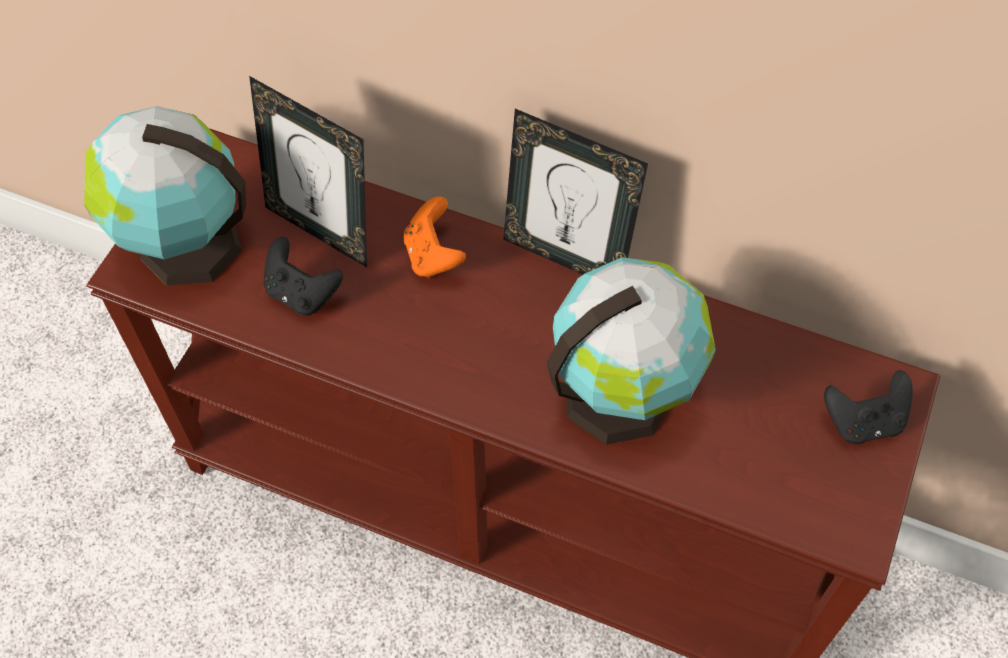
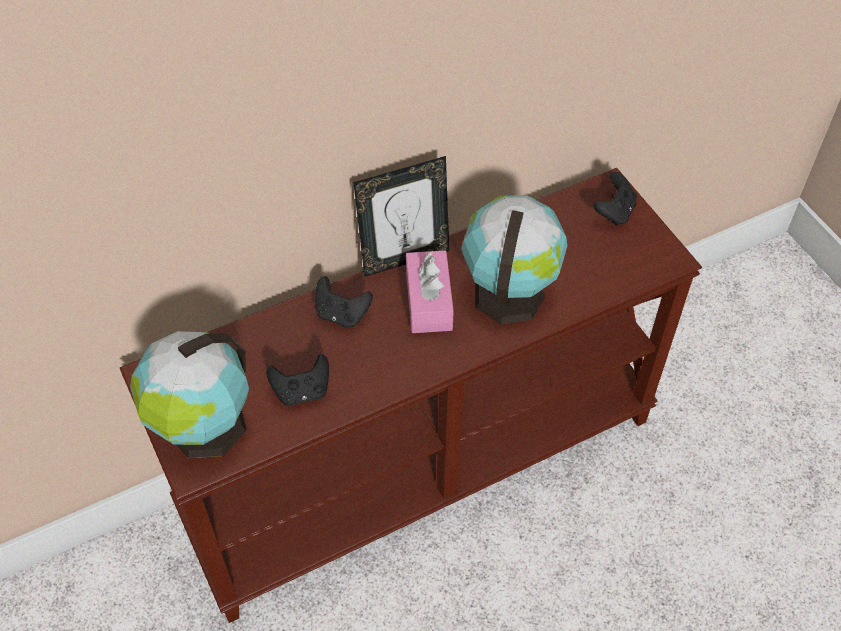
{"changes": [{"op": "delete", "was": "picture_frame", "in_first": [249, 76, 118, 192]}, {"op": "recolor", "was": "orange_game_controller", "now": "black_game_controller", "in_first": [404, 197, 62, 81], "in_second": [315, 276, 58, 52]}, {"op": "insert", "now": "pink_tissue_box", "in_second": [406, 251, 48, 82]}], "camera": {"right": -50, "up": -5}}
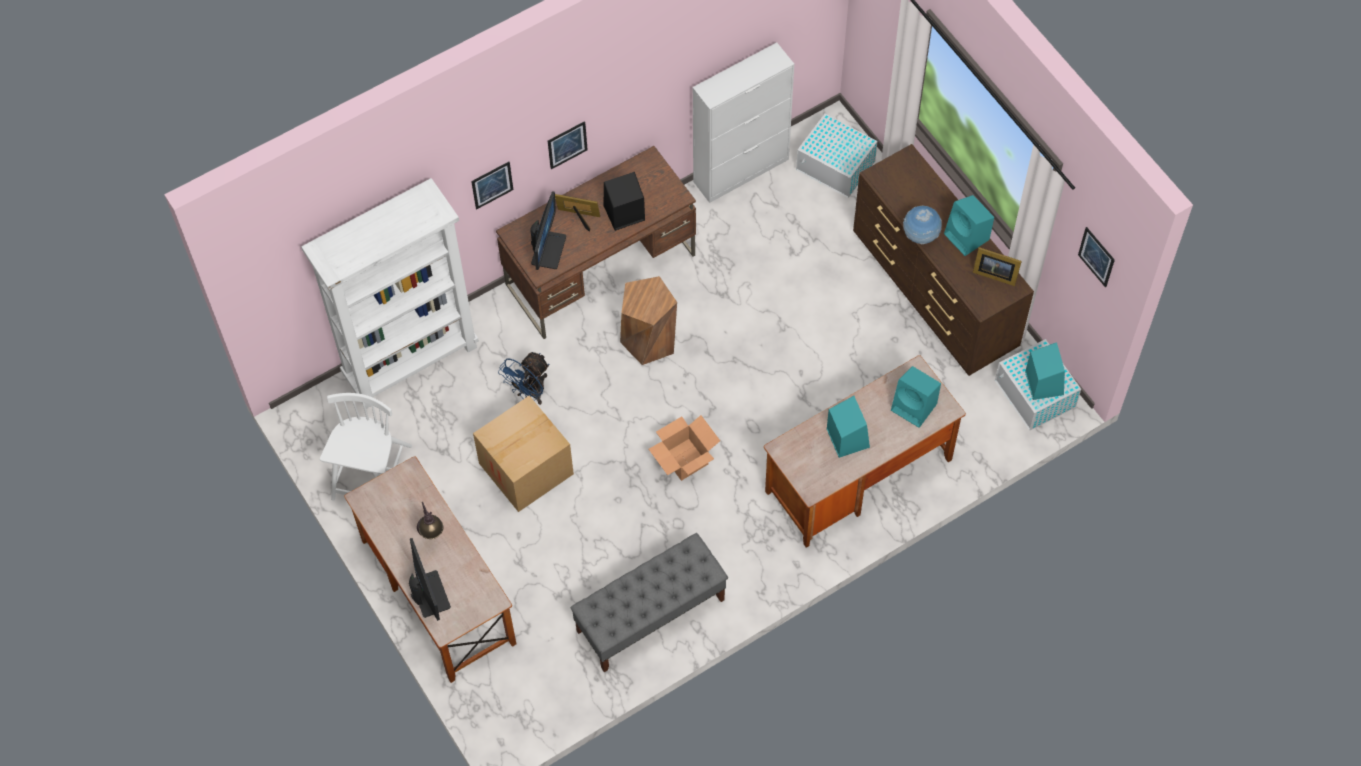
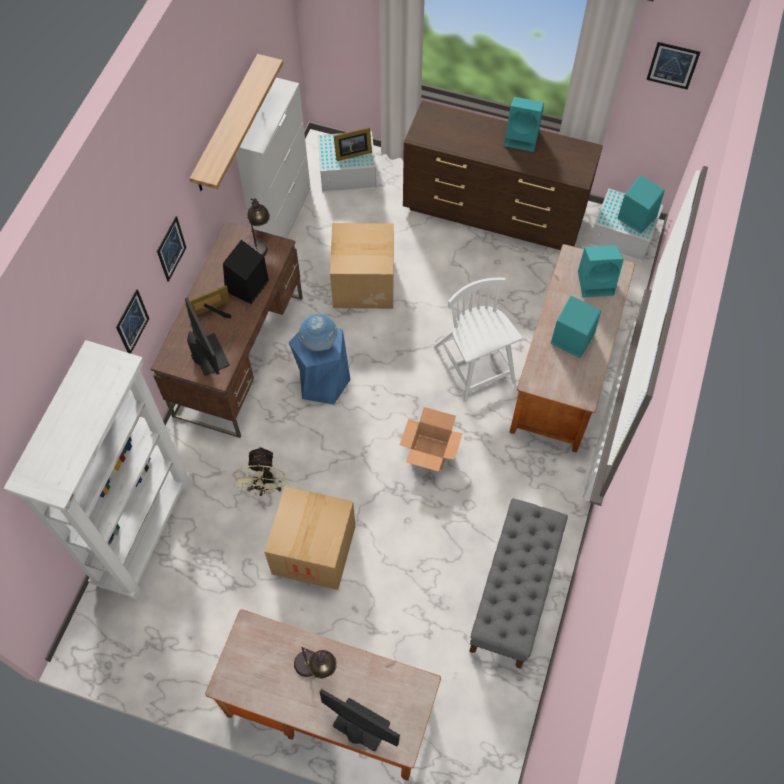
{"changes": [{"op": "move", "was": "globe", "in_first": [903, 206, 39, 38], "in_second": [299, 313, 38, 38]}, {"op": "move", "was": "picture_frame", "in_first": [973, 247, 49, 39], "in_second": [334, 127, 38, 34]}, {"op": "recolor", "was": "brown_stool", "now": "blue_stool", "in_first": [620, 276, 57, 89], "in_second": [289, 327, 62, 78]}, {"op": "recolor", "was": "blue_fan", "now": "beige_fan", "in_first": [498, 352, 51, 53], "in_second": [234, 446, 51, 50]}, {"op": "move", "was": "white_chair", "in_first": [320, 393, 92, 108], "in_second": [434, 278, 88, 124]}, {"op": "insert", "now": "shelf", "in_second": [190, 54, 93, 137]}, {"op": "insert", "now": "table_lamp", "in_second": [247, 198, 23, 58]}, {"op": "insert", "now": "cardboard_box", "in_second": [330, 223, 64, 86]}], "camera": {"right": -40, "up": 0}}
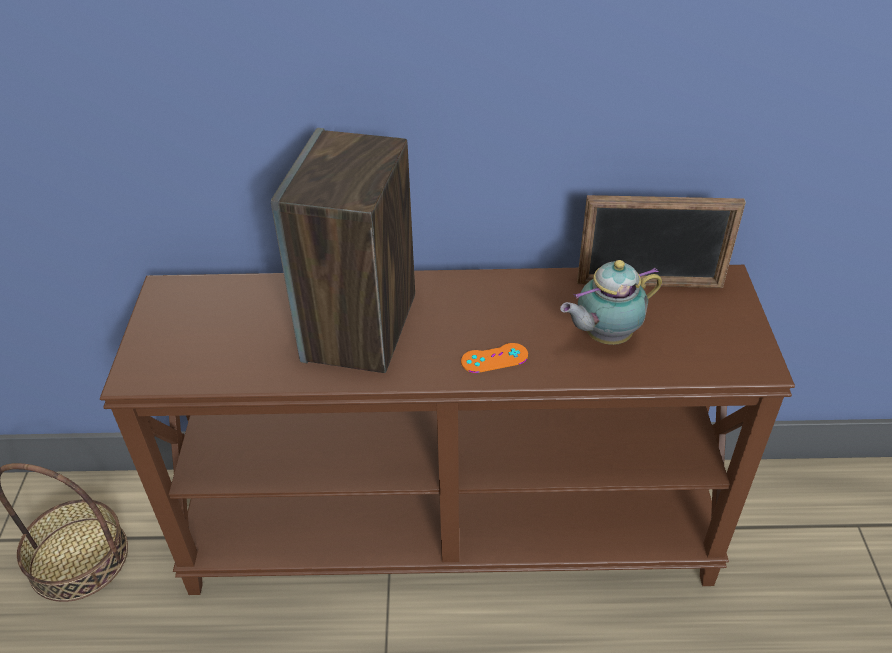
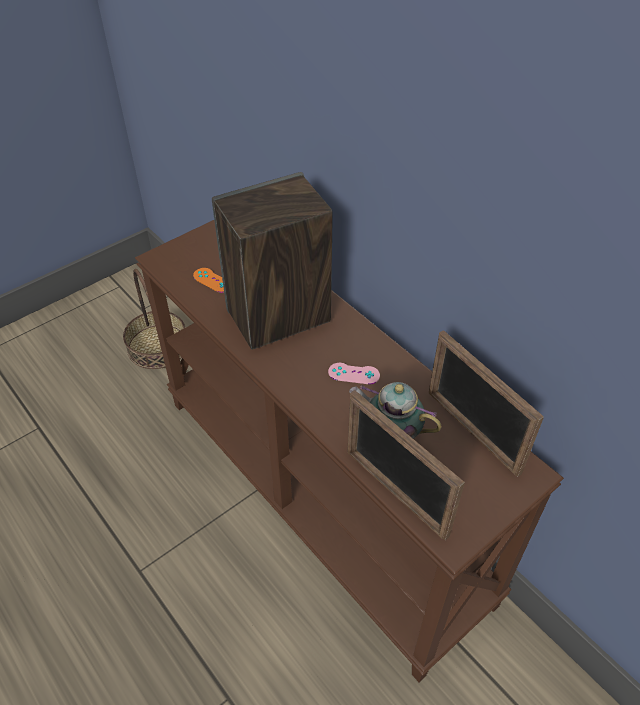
{"changes": [{"op": "move", "was": "orange_game_controller", "in_first": [461, 343, 67, 30], "in_second": [193, 268, 31, 25]}, {"op": "insert", "now": "pink_game_controller", "in_second": [328, 363, 52, 21]}, {"op": "insert", "now": "picture_frame", "in_second": [347, 390, 118, 150]}], "camera": {"right": 50, "up": 5}}
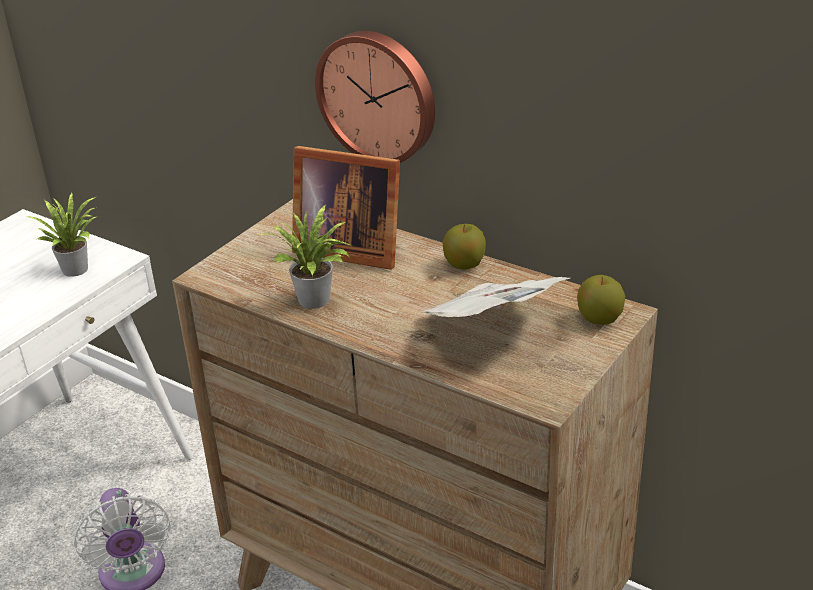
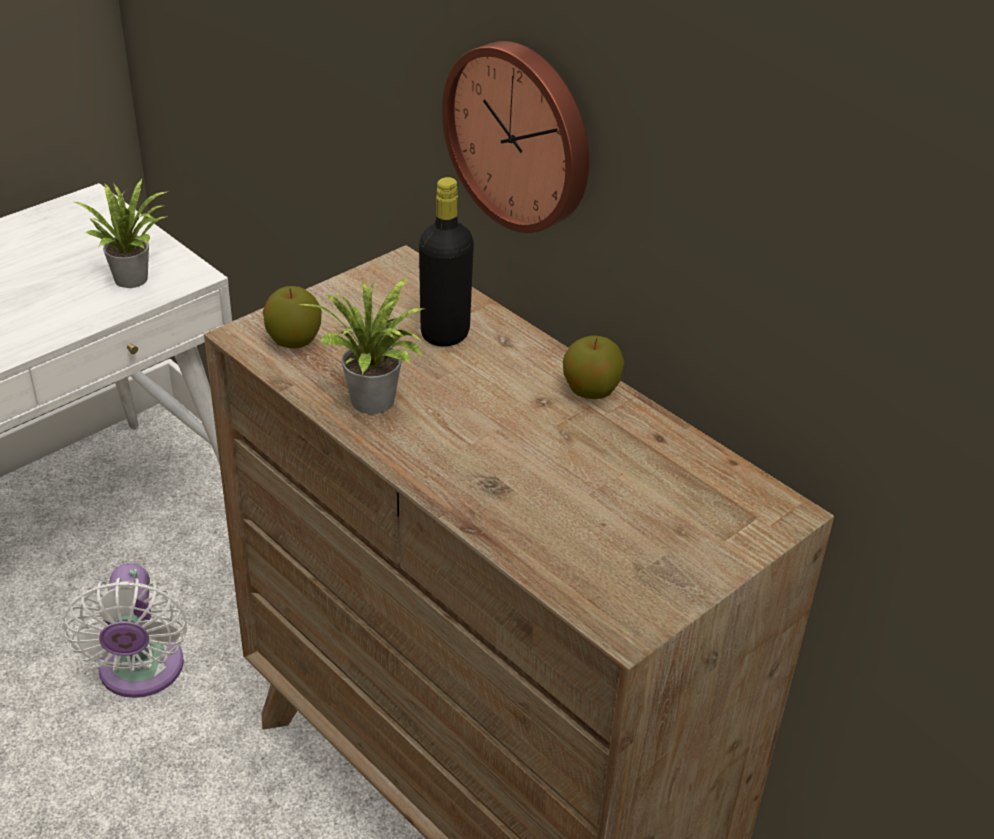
{"changes": [{"op": "replace", "was": "picture_frame", "now": "black_bottle", "in_first": [292, 146, 108, 124], "in_second": [419, 177, 55, 170]}, {"op": "move", "was": "apple", "in_first": [577, 275, 48, 50], "in_second": [263, 286, 59, 63]}, {"op": "delete", "was": "newspaper", "in_first": [420, 277, 150, 40]}], "camera": {"right": 10, "up": 5}}
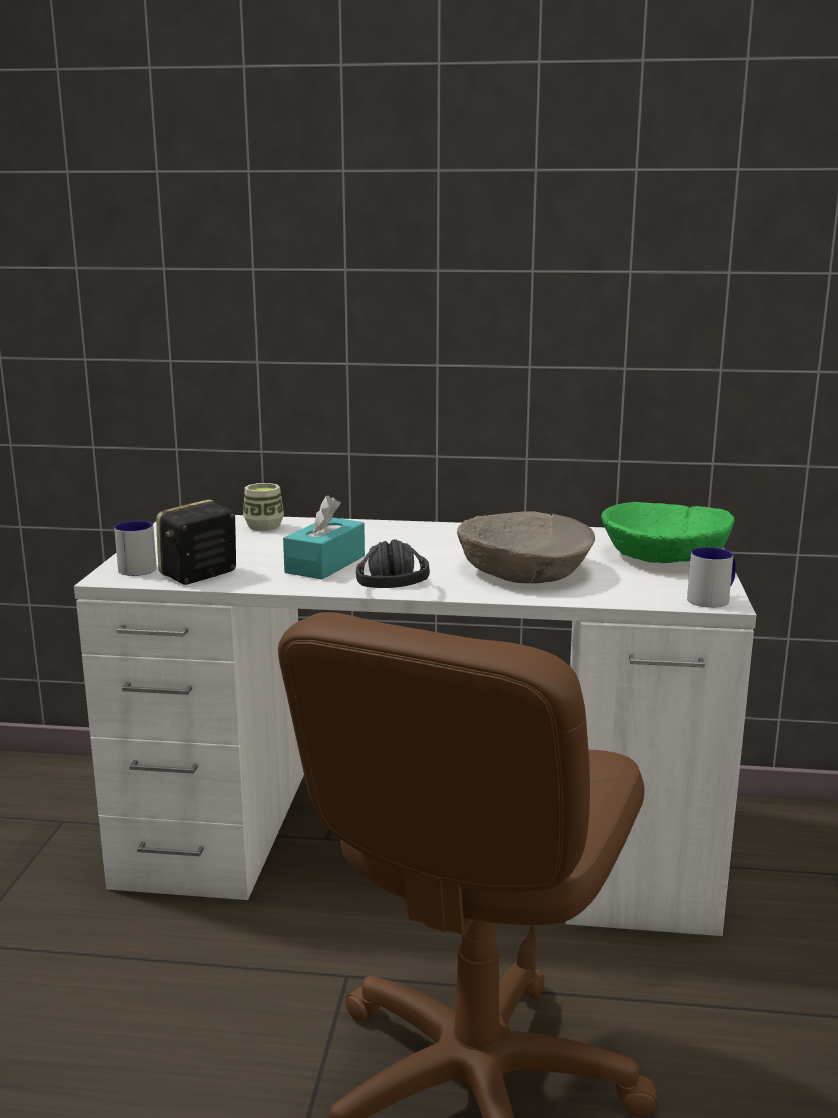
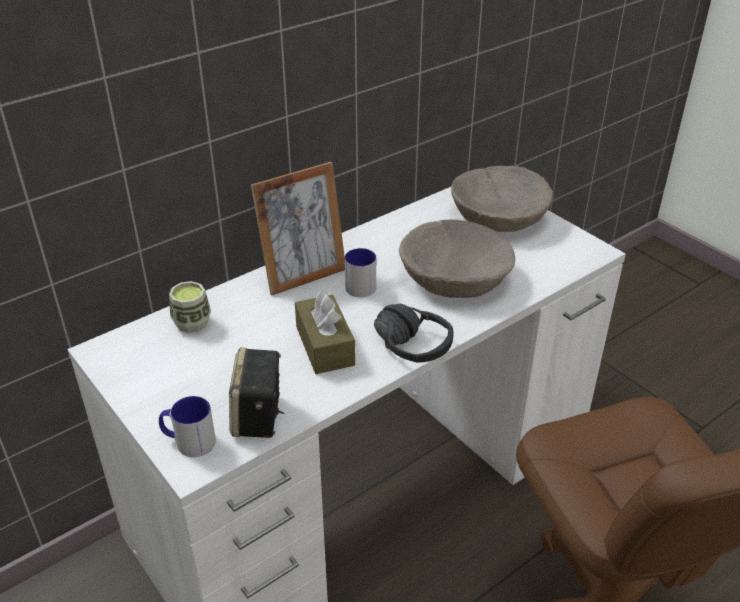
{"changes": [{"op": "recolor", "was": "turquoise_tissue_box", "now": "brown_tissue_box", "in_first": [283, 495, 82, 84], "in_second": [295, 290, 60, 84]}, {"op": "recolor", "was": "green_bowl", "now": "beige_bowl", "in_first": [601, 502, 133, 61], "in_second": [451, 166, 102, 66]}, {"op": "move", "was": "mug", "in_first": [687, 547, 49, 61], "in_second": [345, 248, 31, 49]}, {"op": "insert", "now": "picture_frame", "in_second": [251, 162, 94, 133]}], "camera": {"right": -45, "up": 20}}
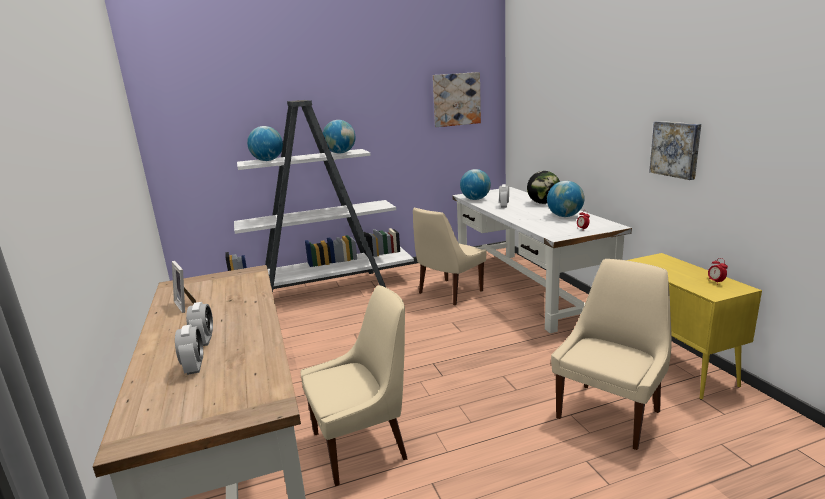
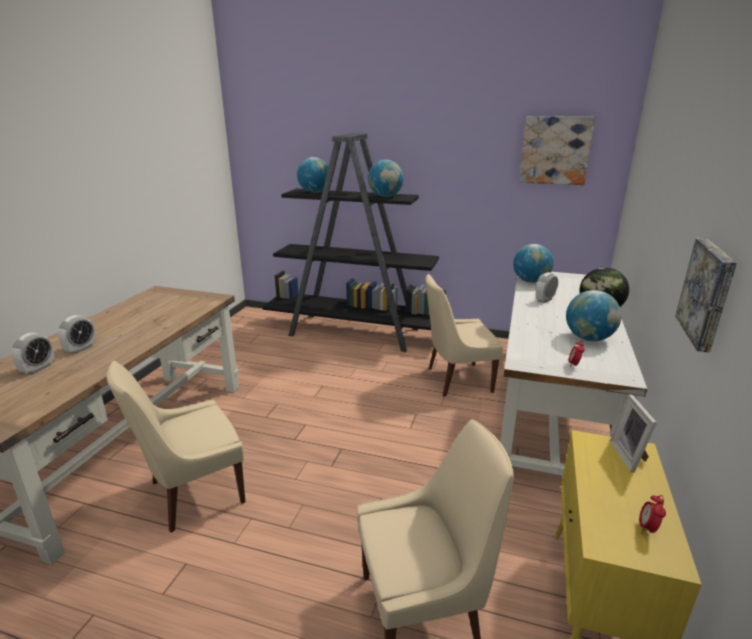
{"changes": [{"op": "recolor", "was": "white_bookcase", "now": "black_bookcase", "in_first": [225, 100, 189, 192], "in_second": [262, 133, 184, 219]}, {"op": "move", "was": "picture_frame", "in_first": [172, 261, 24, 52], "in_second": [610, 394, 47, 79]}, {"op": "rotate", "was": "beige_chair", "in_first": [301, 285, 106, 201], "in_second": [106, 361, 139, 172], "clockwise": 135}], "camera": {"right": 35, "up": 5}}
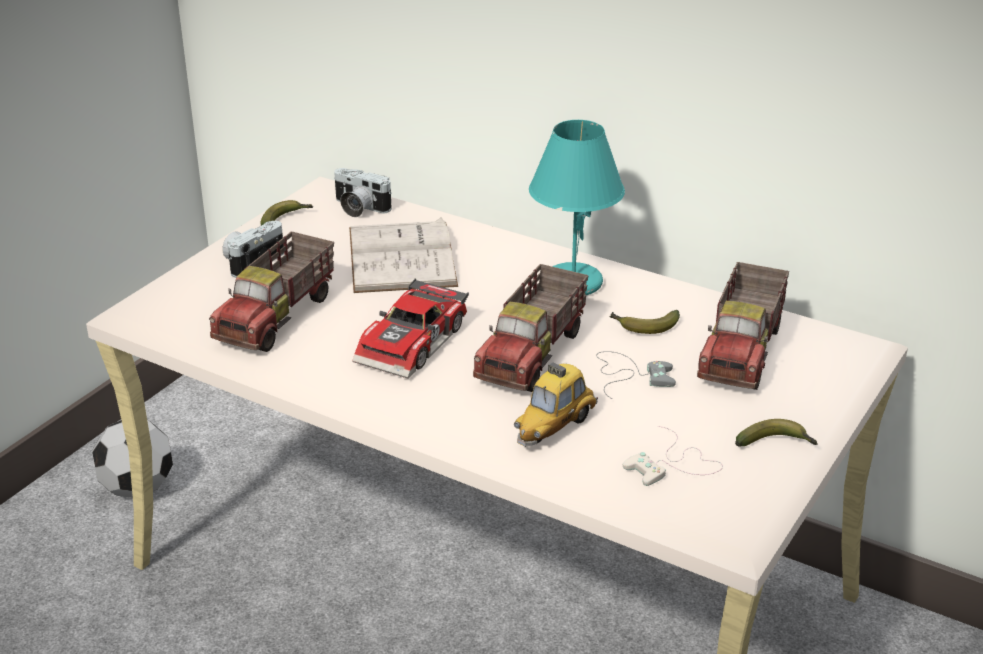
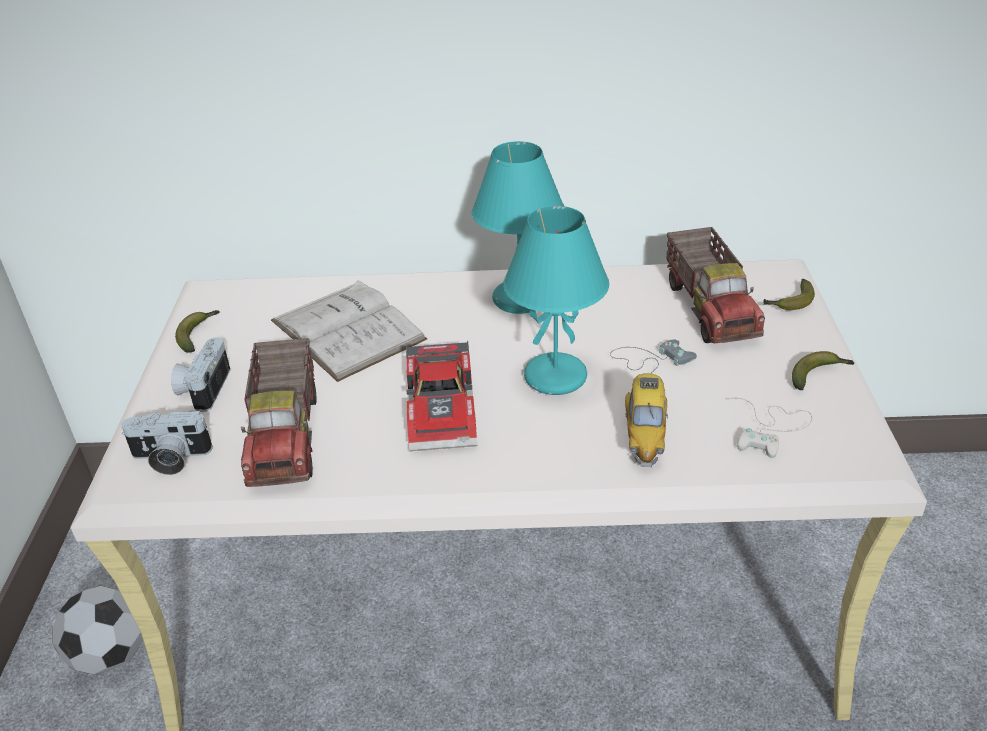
{"changes": [{"op": "move", "was": "photo_camera", "in_first": [334, 168, 58, 49], "in_second": [121, 411, 92, 64]}, {"op": "replace", "was": "toy_truck", "now": "turquoise_table_lamp", "in_first": [473, 264, 116, 128], "in_second": [503, 206, 106, 189]}, {"op": "move", "was": "banana", "in_first": [609, 310, 71, 24], "in_second": [763, 279, 52, 31]}], "camera": {"right": -30, "up": 5}}
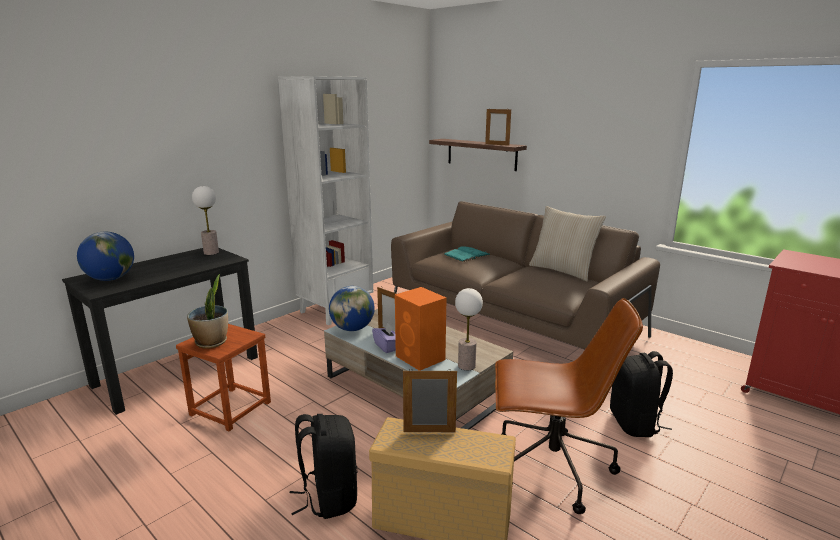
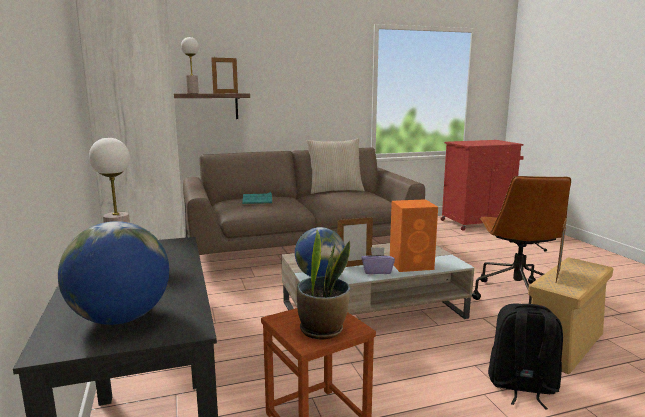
{"changes": [{"op": "move", "was": "table_lamp", "in_first": [455, 288, 28, 82], "in_second": [181, 37, 18, 56]}, {"op": "rotate", "was": "brown_office_chair", "in_first": [495, 298, 148, 216], "in_second": [472, 176, 99, 128], "clockwise": 150}, {"op": "delete", "was": "black_backpack", "in_first": [610, 351, 63, 86]}], "camera": {"right": -60, "up": -5}}
